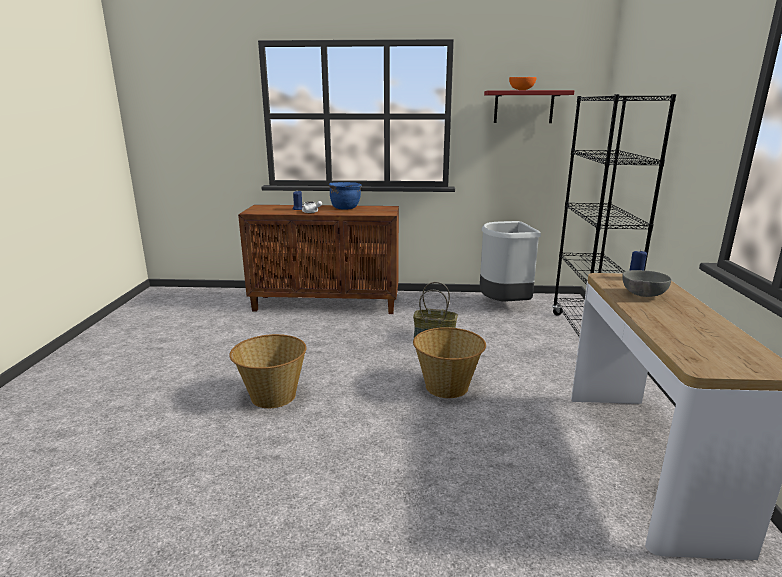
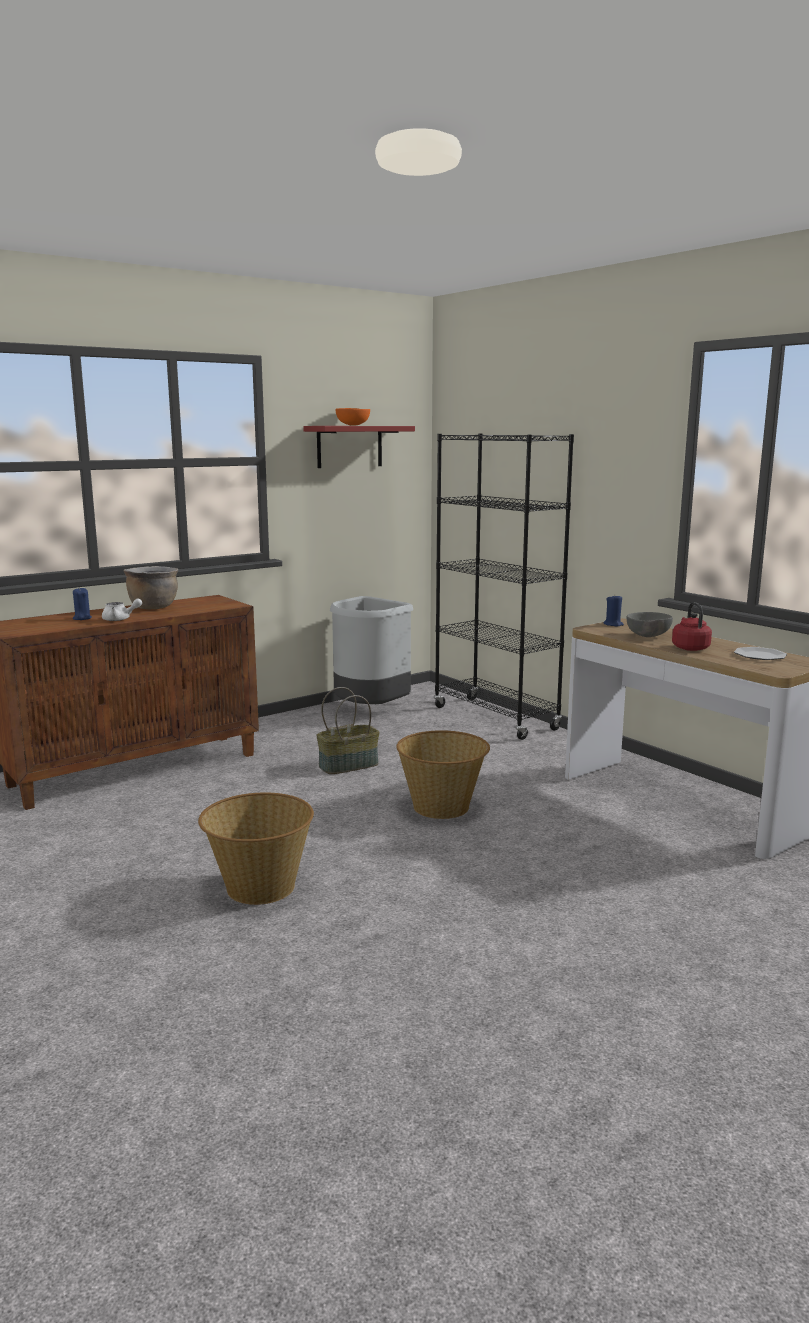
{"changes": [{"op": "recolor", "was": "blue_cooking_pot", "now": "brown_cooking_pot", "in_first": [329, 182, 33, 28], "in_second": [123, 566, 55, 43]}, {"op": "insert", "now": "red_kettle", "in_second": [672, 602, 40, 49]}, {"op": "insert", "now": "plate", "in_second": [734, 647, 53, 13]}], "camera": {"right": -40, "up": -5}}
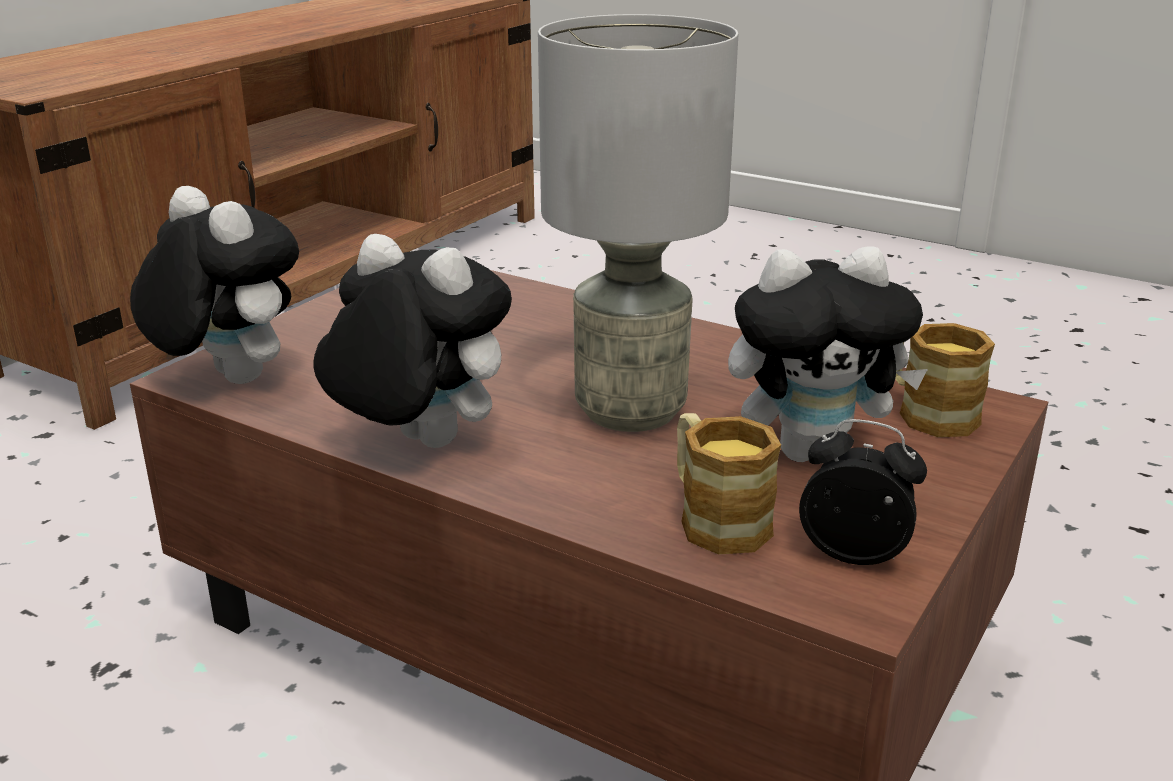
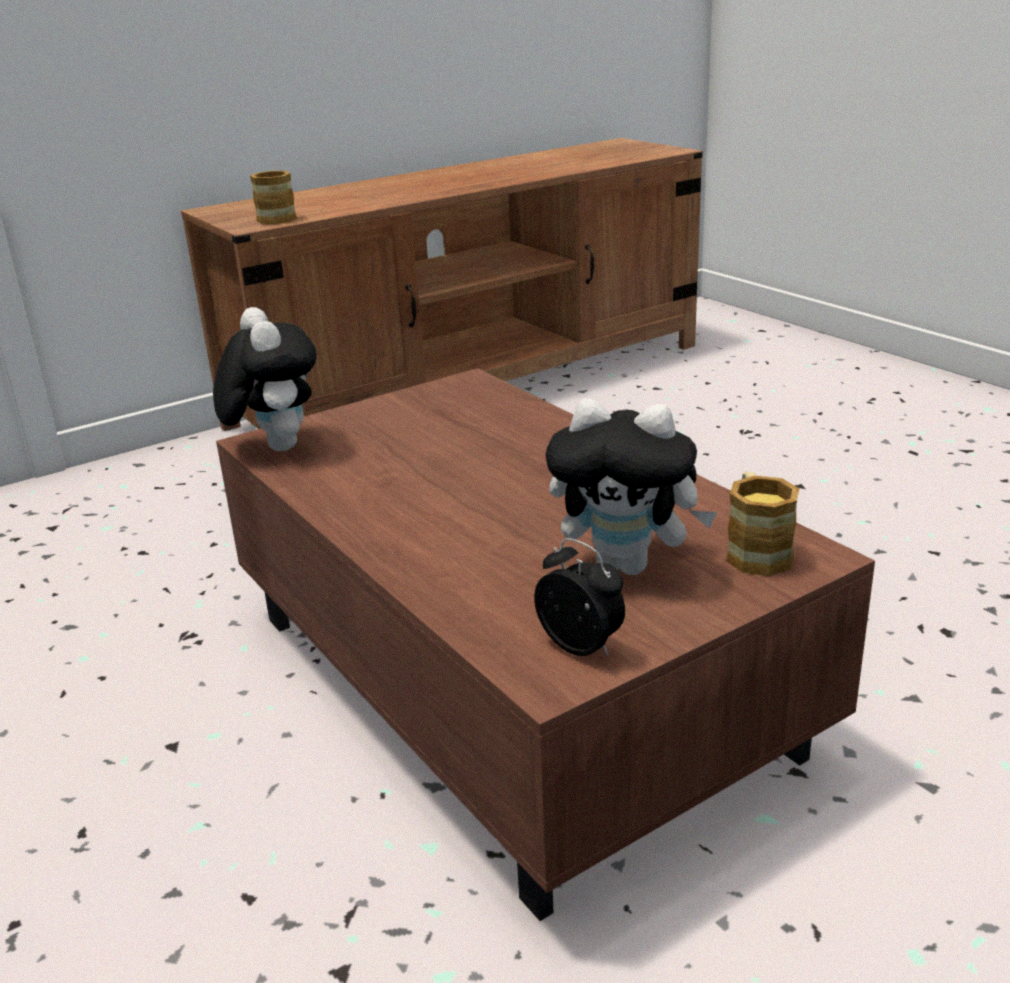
{"changes": [{"op": "delete", "was": "grey_table_lamp", "in_first": [538, 14, 200, 418]}, {"op": "delete", "was": "plush_toy", "in_first": [314, 234, 198, 214]}, {"op": "move", "was": "mug", "in_first": [677, 413, 104, 142], "in_second": [250, 171, 47, 53]}], "camera": {"right": 25, "up": 0}}
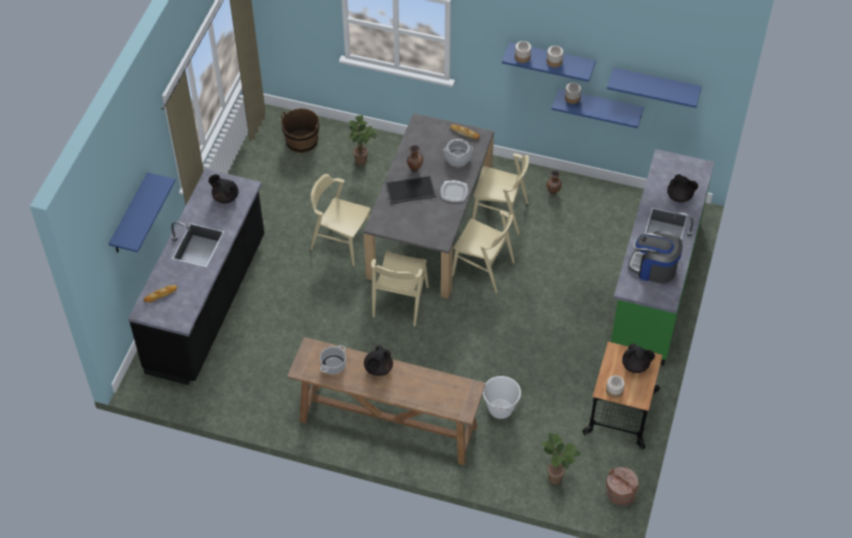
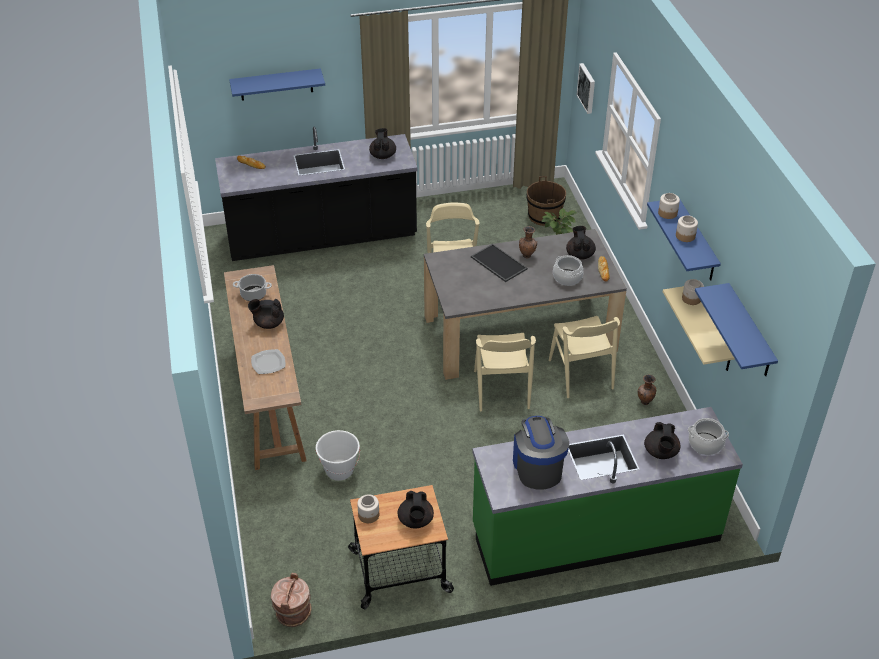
{"changes": [{"op": "recolor", "was": "blue_shelf", "now": "beige_shelf", "in_first": [552, 89, 92, 39], "in_second": [663, 286, 72, 85]}, {"op": "move", "was": "plate", "in_first": [440, 181, 28, 21], "in_second": [251, 349, 34, 25]}, {"op": "delete", "was": "beige_chair", "in_first": [371, 251, 58, 75]}, {"op": "delete", "was": "potted_plant", "in_first": [541, 433, 40, 51]}, {"op": "insert", "now": "picture", "in_second": [577, 63, 18, 51]}, {"op": "insert", "now": "black_teapot", "in_second": [566, 226, 30, 34]}, {"op": "insert", "now": "cooking_pot", "in_second": [688, 418, 41, 37]}], "camera": {"right": 60, "up": -10}}
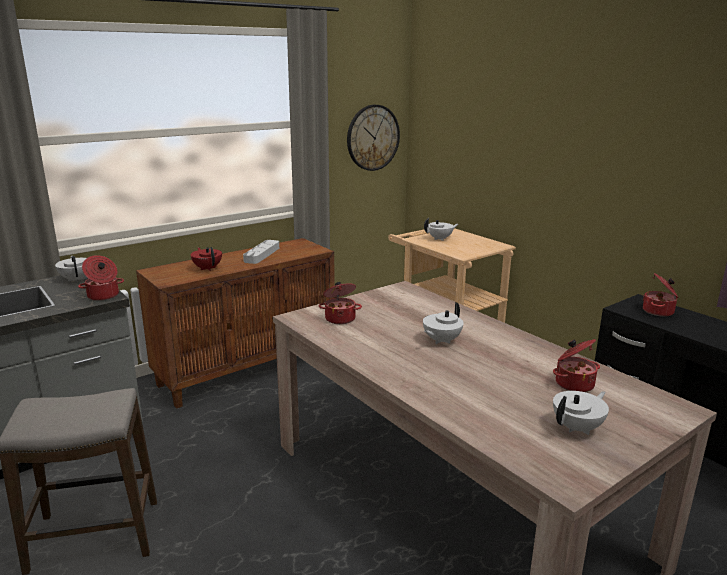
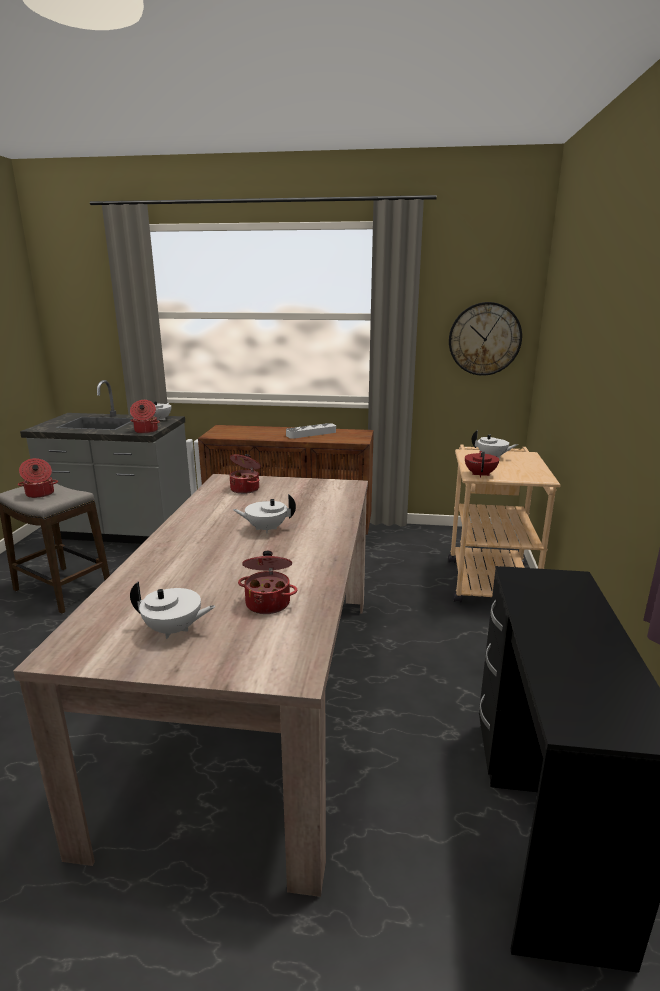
{"changes": [{"op": "move", "was": "red_teapot", "in_first": [191, 247, 31, 24], "in_second": [465, 451, 34, 27]}, {"op": "move", "was": "cooking_pot", "in_first": [643, 273, 35, 44], "in_second": [18, 458, 40, 40]}], "camera": {"right": 45, "up": 0}}
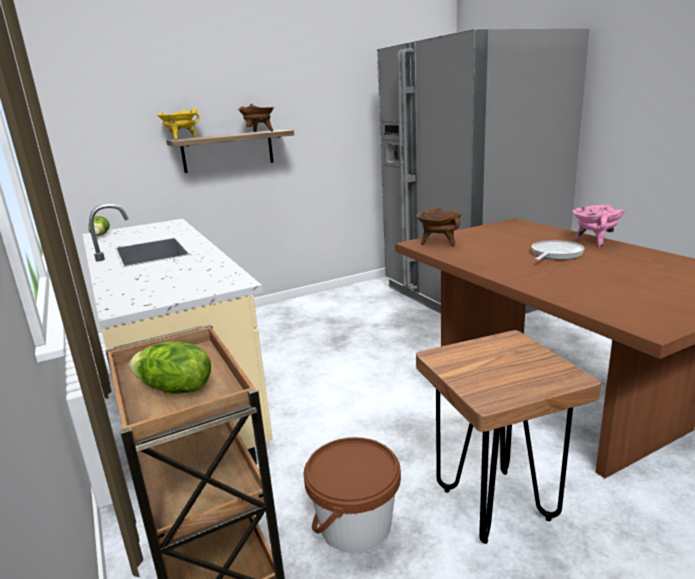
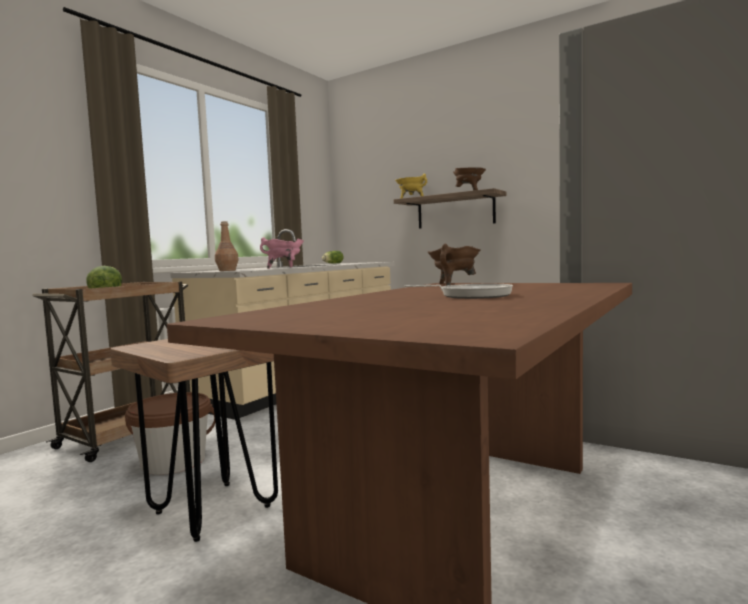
{"changes": [{"op": "move", "was": "pink_cooking_pot", "in_first": [573, 205, 52, 43], "in_second": [260, 237, 44, 32]}, {"op": "insert", "now": "brown_bottle", "in_second": [215, 221, 24, 50]}], "camera": {"right": 60, "up": -15}}
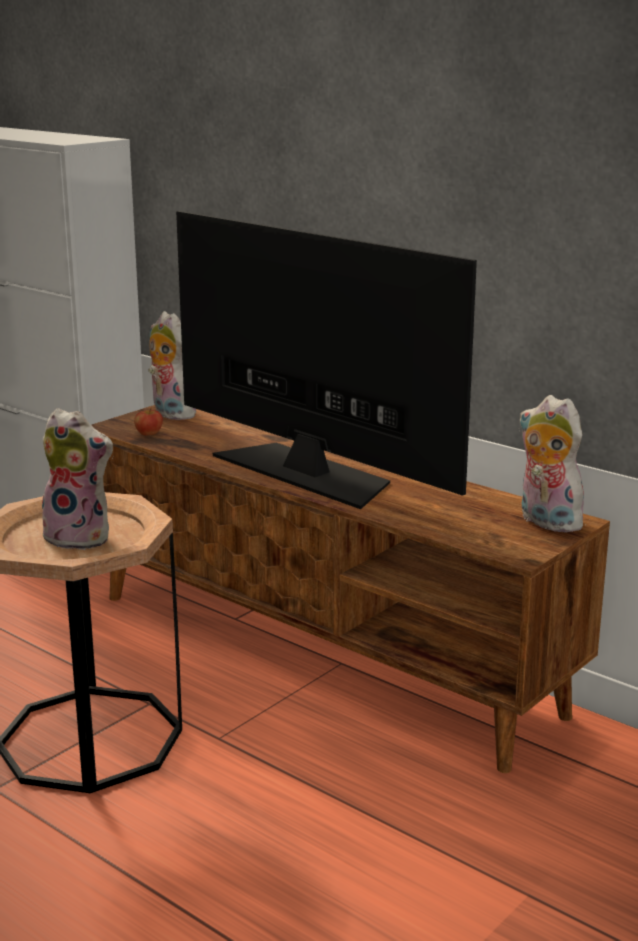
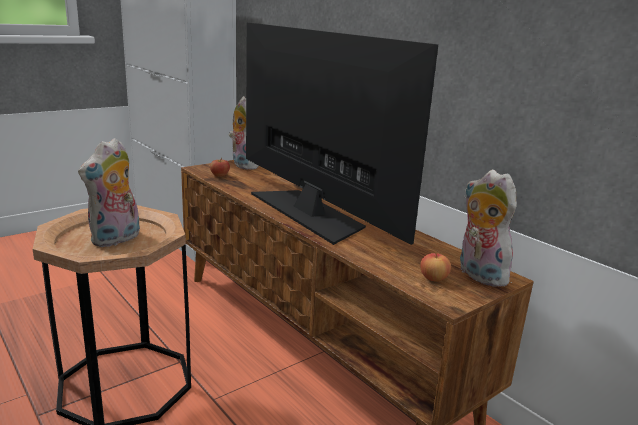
{"changes": [{"op": "rotate", "was": "plush_toy", "in_first": [40, 408, 74, 142], "in_second": [78, 138, 62, 109], "clockwise": 90}, {"op": "insert", "now": "apple", "in_second": [420, 251, 31, 31]}], "camera": {"right": 10, "up": 0}}
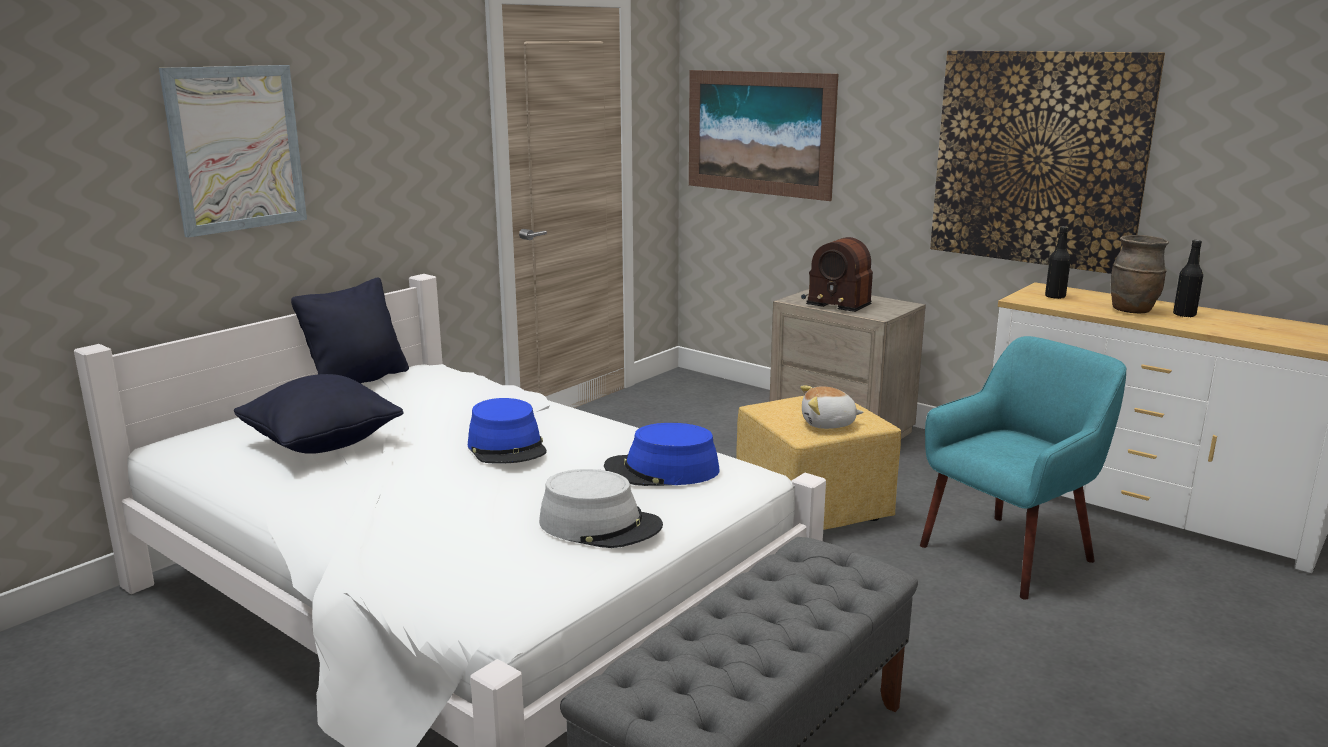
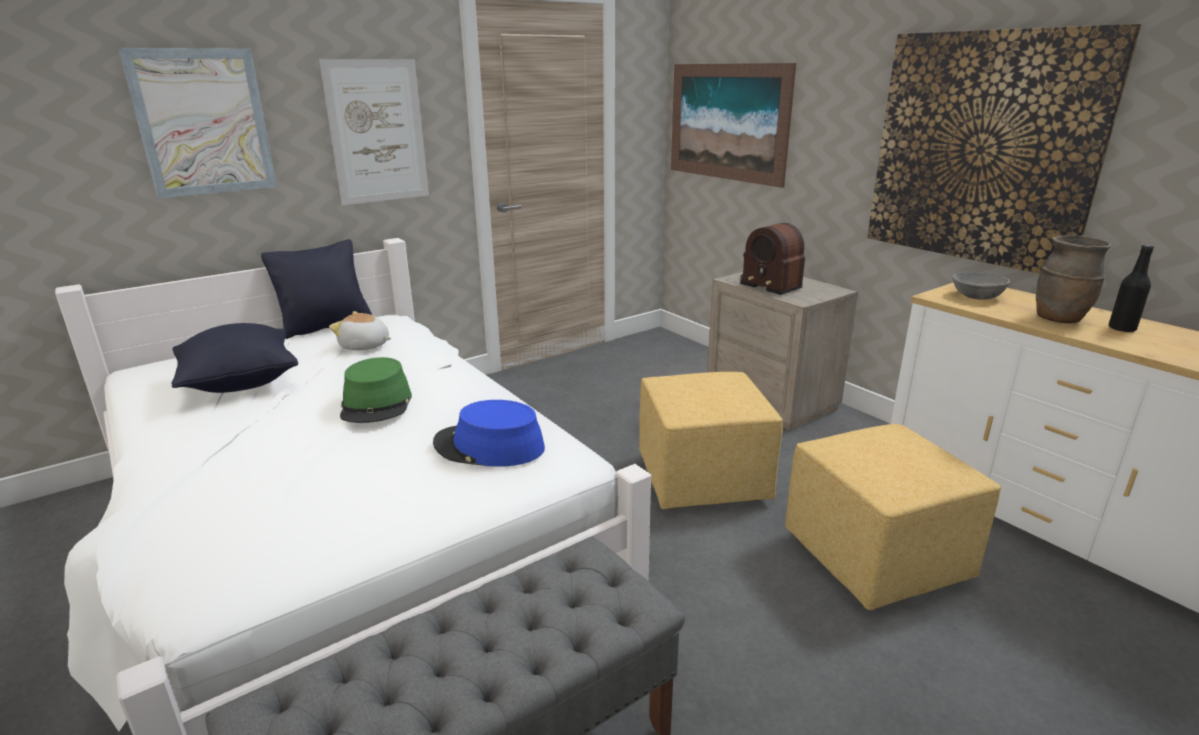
{"changes": [{"op": "replace", "was": "black_bottle", "now": "grey_bowl", "in_first": [1045, 226, 26, 73], "in_second": [953, 272, 57, 28]}, {"op": "replace", "was": "turquoise_armchair", "now": "yellow_ottoman", "in_first": [920, 336, 207, 264], "in_second": [785, 424, 216, 186]}, {"op": "move", "was": "plush_toy", "in_first": [800, 386, 63, 43], "in_second": [329, 311, 63, 39]}, {"op": "recolor", "was": "blue_hat", "now": "green_hat", "in_first": [468, 398, 79, 66], "in_second": [340, 357, 72, 66]}, {"op": "delete", "was": "grey_hat", "in_first": [539, 469, 124, 79]}, {"op": "insert", "now": "picture", "in_second": [319, 59, 110, 146]}], "camera": {"right": 15, "up": 5}}
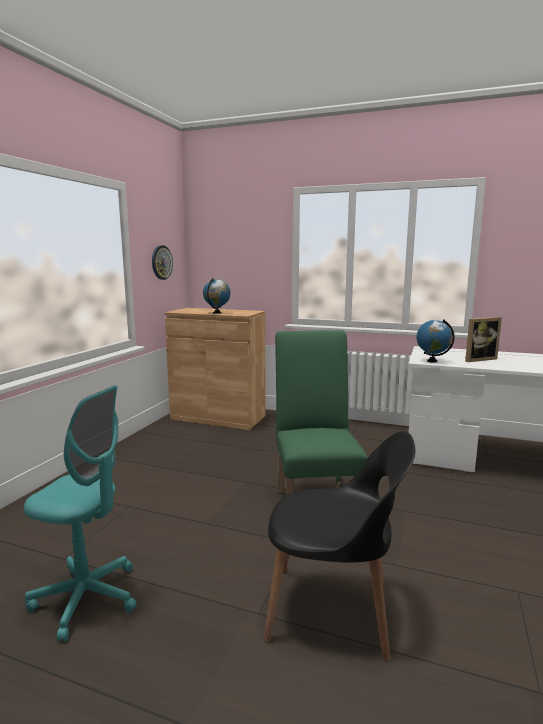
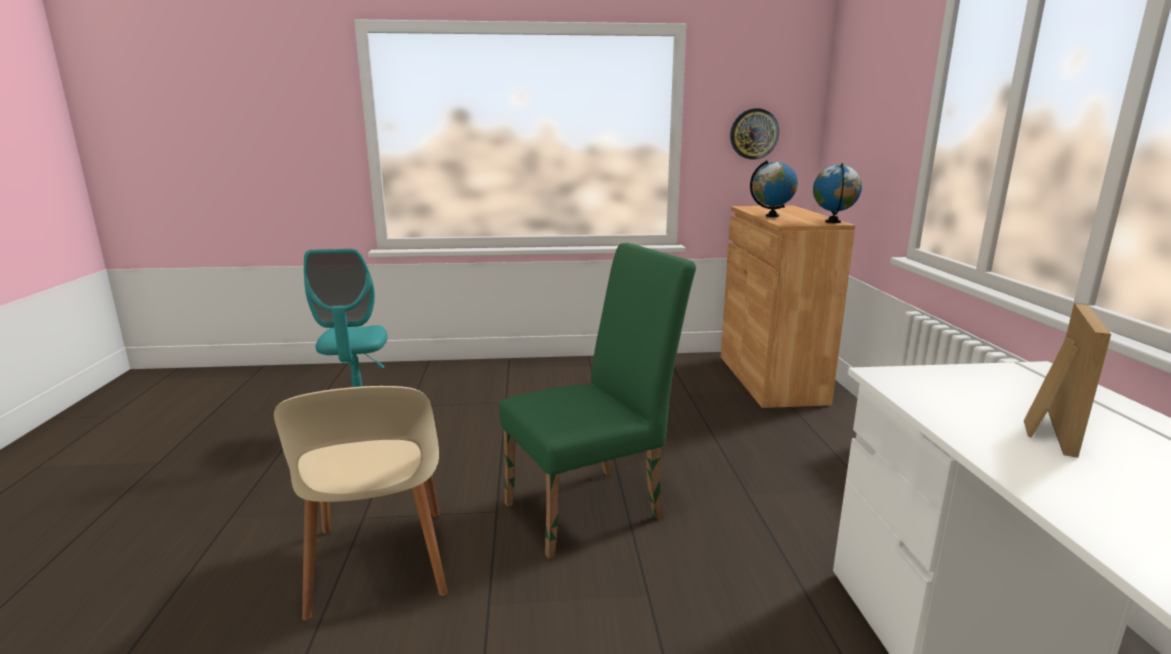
{"changes": [{"op": "rotate", "was": "picture_frame", "in_first": [465, 317, 37, 45], "in_second": [1024, 303, 87, 155], "clockwise": -105}, {"op": "move", "was": "globe", "in_first": [417, 319, 38, 44], "in_second": [813, 163, 49, 60]}, {"op": "recolor", "was": "black_chair", "now": "beige_chair", "in_first": [263, 431, 152, 230], "in_second": [274, 386, 174, 235]}], "camera": {"right": 65, "up": 5}}
